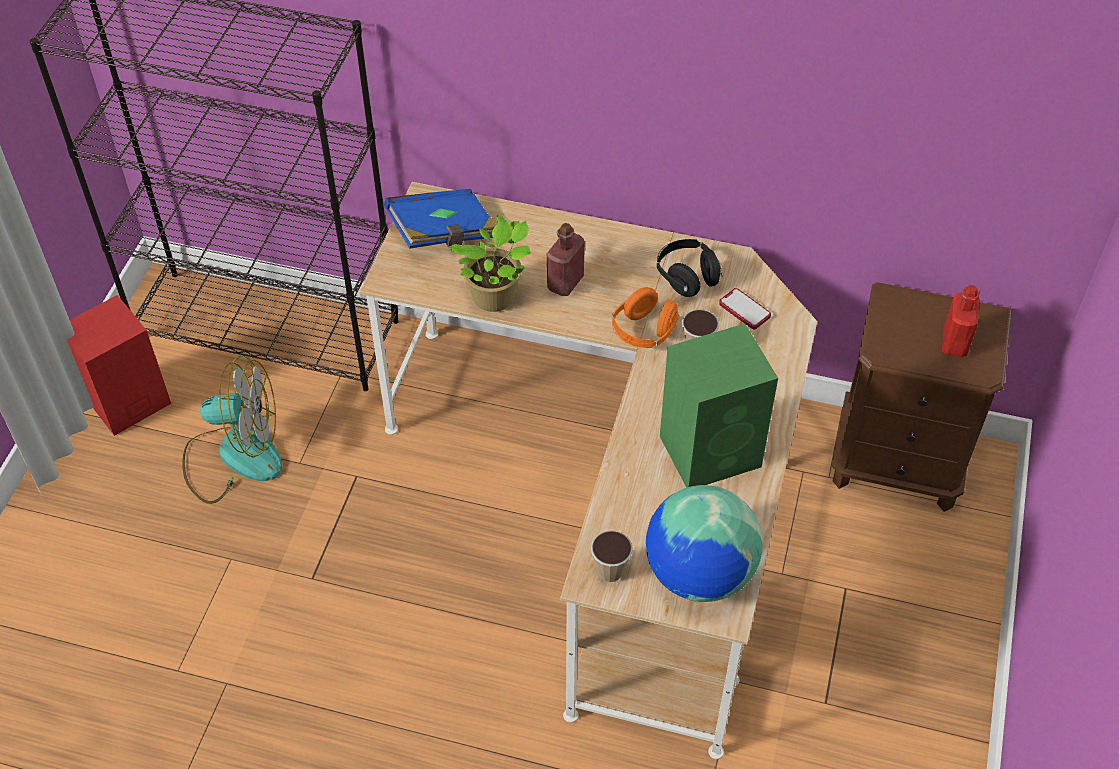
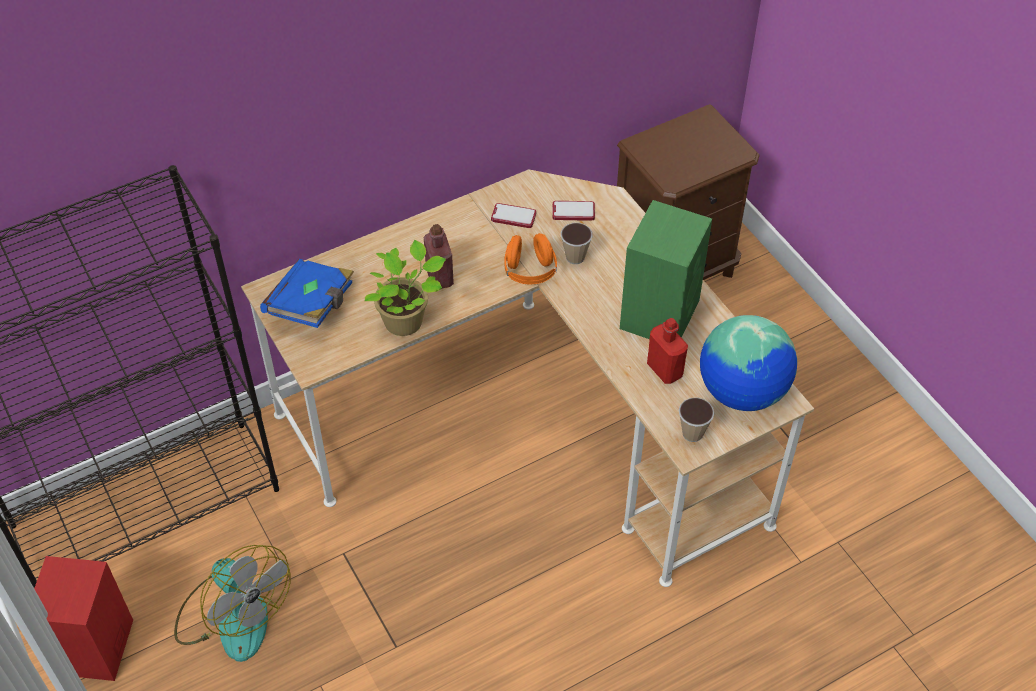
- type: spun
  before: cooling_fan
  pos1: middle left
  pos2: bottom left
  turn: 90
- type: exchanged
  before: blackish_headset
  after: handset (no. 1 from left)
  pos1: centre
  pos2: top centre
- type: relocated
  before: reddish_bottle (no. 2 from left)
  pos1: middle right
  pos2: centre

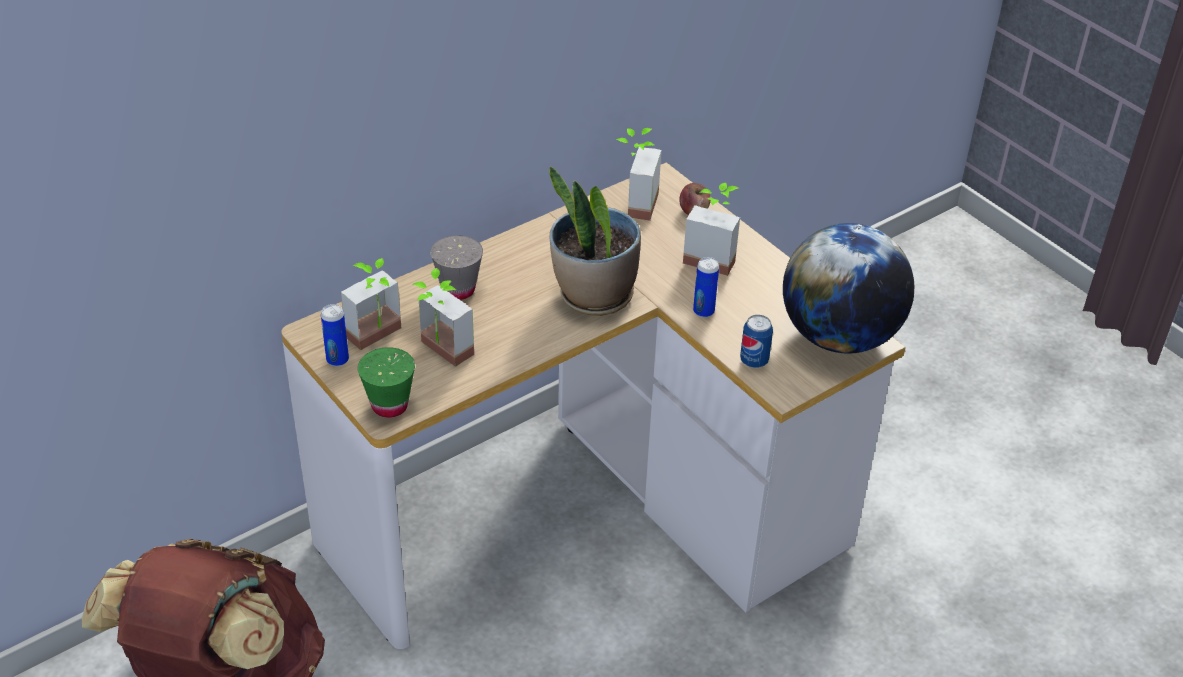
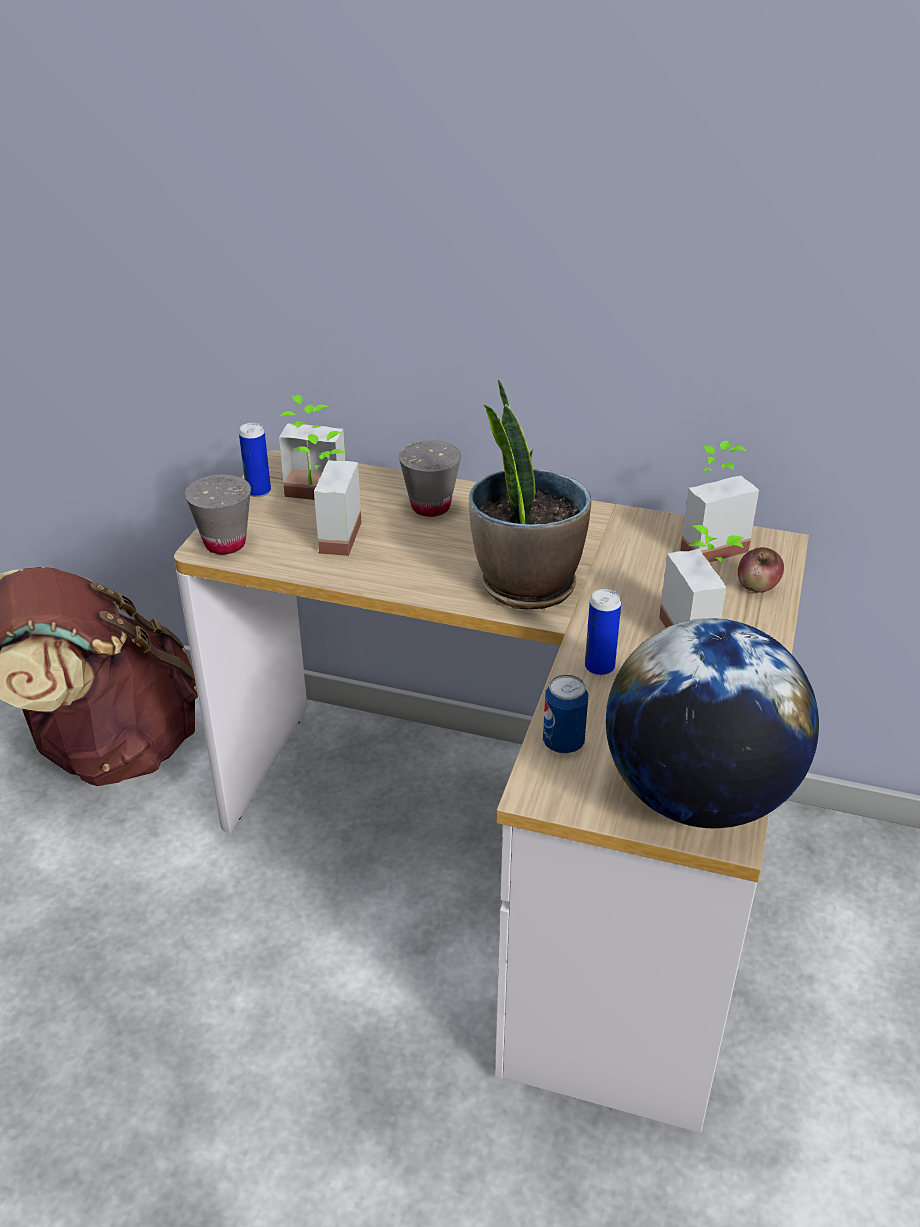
- type: colour
  before: green_drinking_cup
  after: grey_drinking_cup (no. 1 from left)
  pos1: middle left
  pos2: middle left

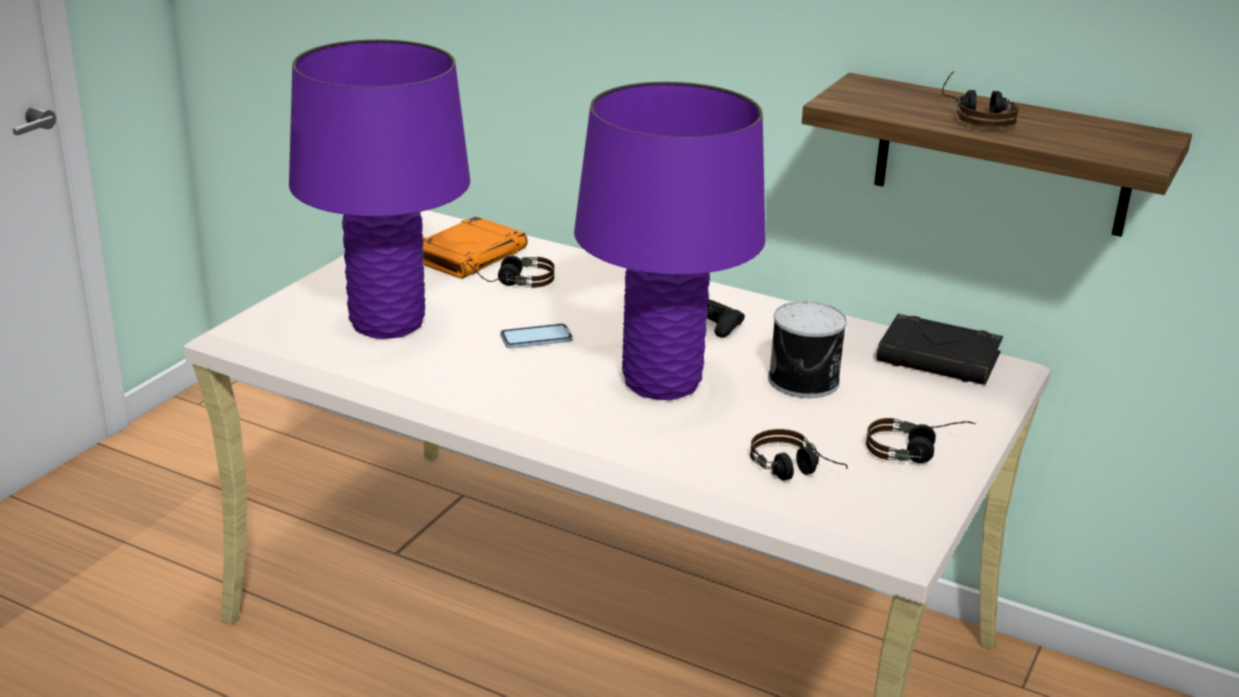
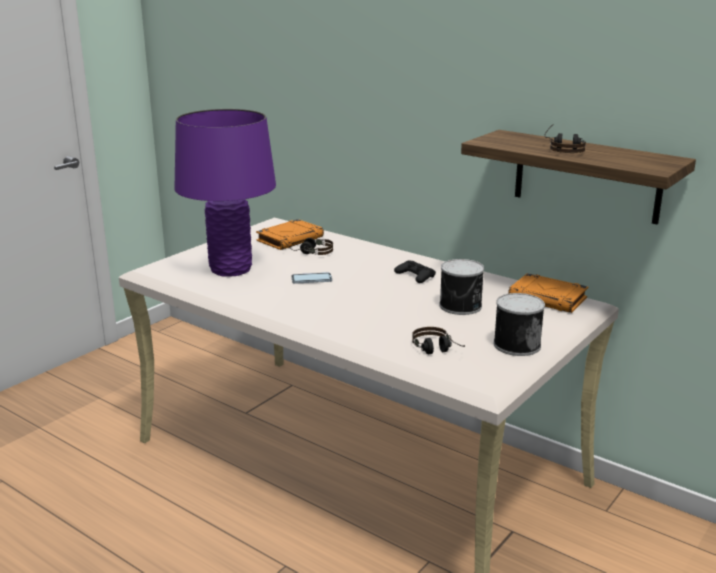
- type: exchanged
  before: headset (no. 3 from left)
  after: sealed_can (no. 2 from left)
  pos1: middle right
  pos2: middle right
- type: colour
  before: blackish_volume
  after: orangey_volume (no. 2 from left)
  pos1: middle right
  pos2: middle right
- type: missing
  before: purple-coloured_table_lamp (no. 2 from left)
  pos1: centre

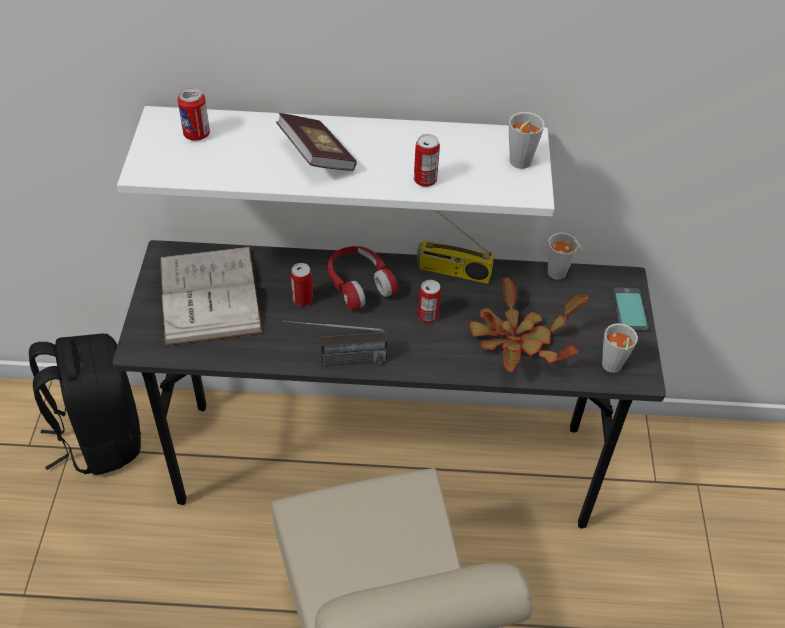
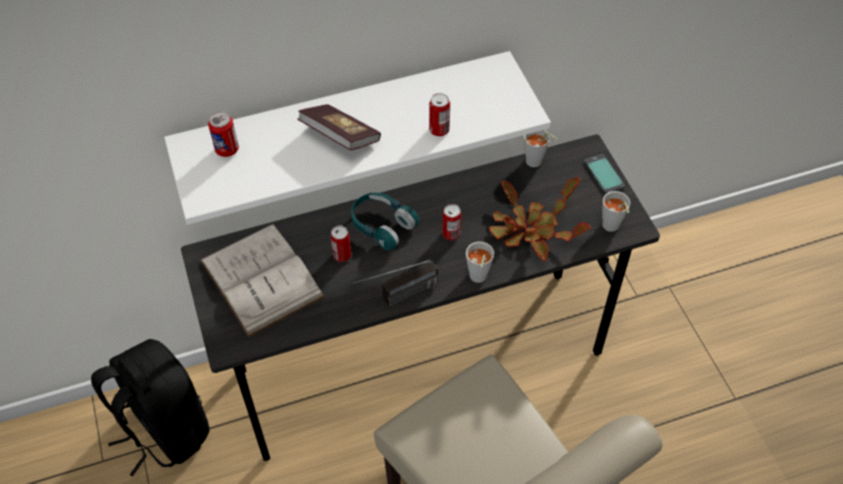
- type: colour
  before: reddish_headset
  after: blue-green_headset
  pos1: centre
  pos2: centre
- type: relocated
  before: grey_drinking_cup (no. 1 from left)
  pos1: top right
  pos2: centre
- type: missing
  before: radio_receiver (no. 2 from left)
  pos1: centre

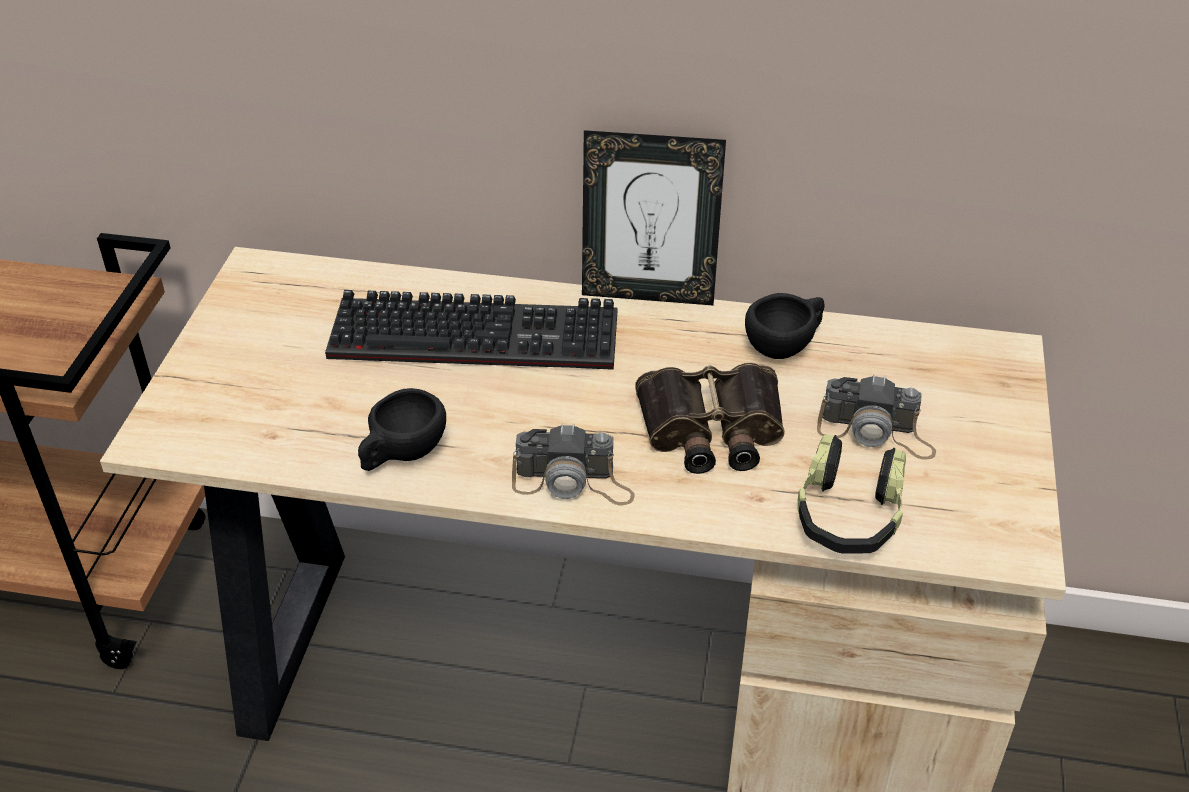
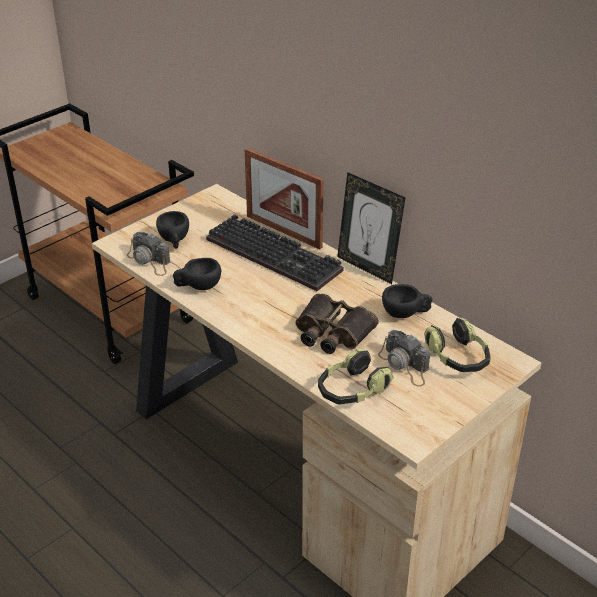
- type: relocated
  before: still_camera (no. 1 from left)
  pos1: centre
  pos2: middle left
- type: appeared
  after: blackish_drinking_cup (no. 1 from left)
  pos2: middle left
- type: appeared
  after: standing_frame (no. 1 from left)
  pos2: top centre
- type: appeared
  after: headset (no. 2 from left)
  pos2: middle right

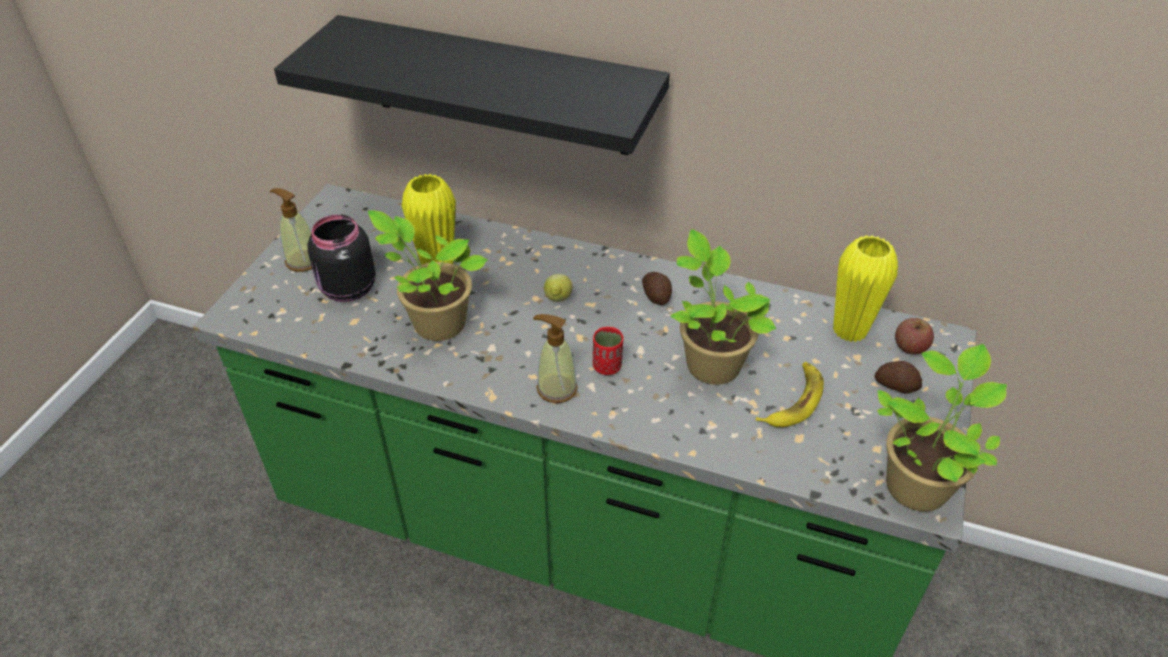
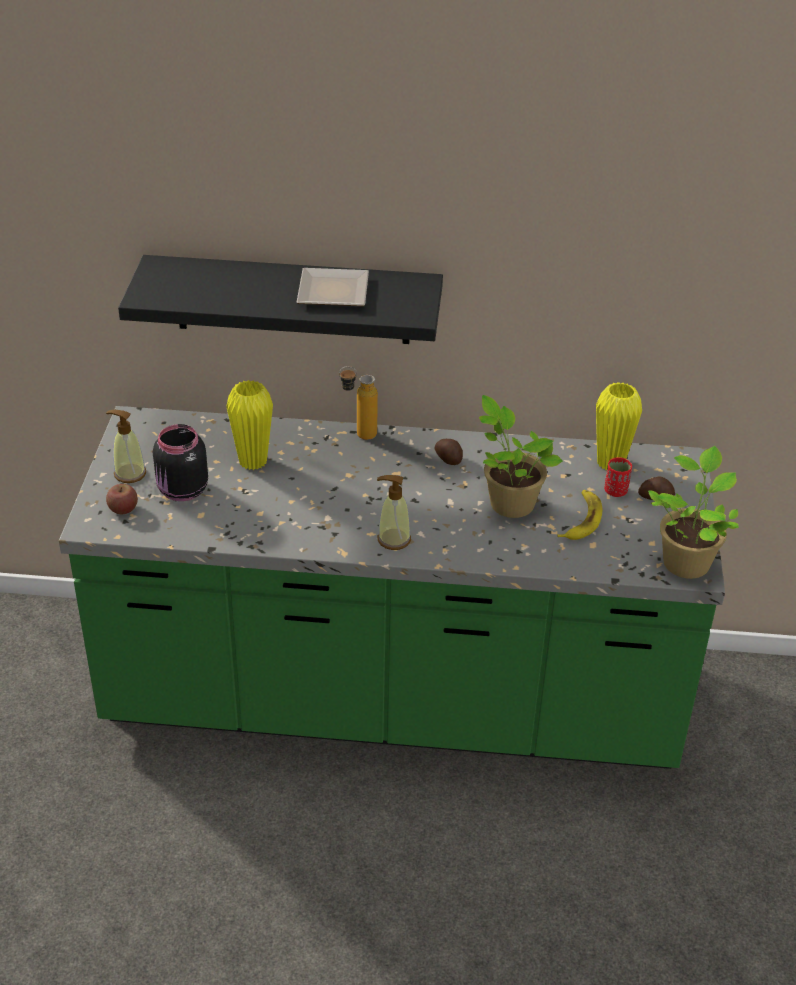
- type: relocated
  before: apple_fruit
  pos1: middle right
  pos2: middle left
- type: appeared
  after: flat_dish
  pos2: top centre
- type: appeared
  after: bottle
  pos2: centre
- type: relocated
  before: reddish_drinking_cup
  pos1: centre
  pos2: middle right
- type: missing
  before: plant_in_a_pot (no. 1 from left)
  pos1: centre
- type: missing
  before: citrus_fruit
  pos1: centre

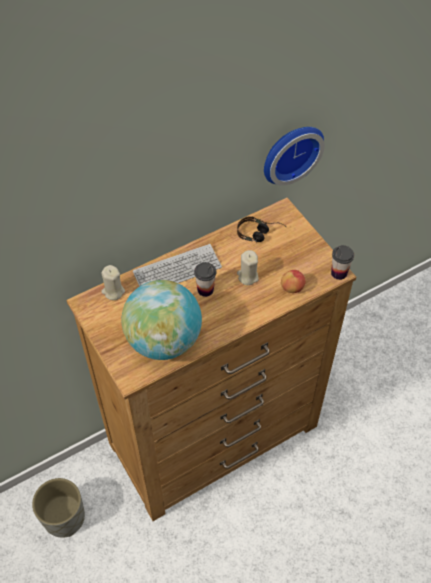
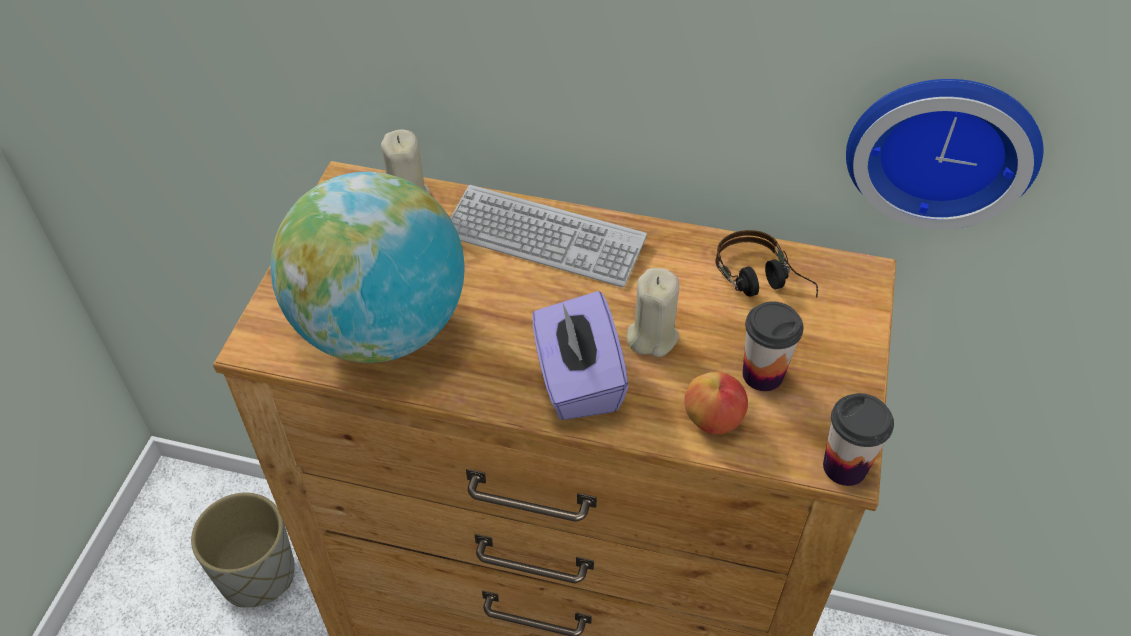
- type: appeared
  after: purple-coloured_box_of_tissues
  pos2: centre
- type: relocated
  before: drinking_cup (no. 1 from left)
  pos1: centre
  pos2: middle right

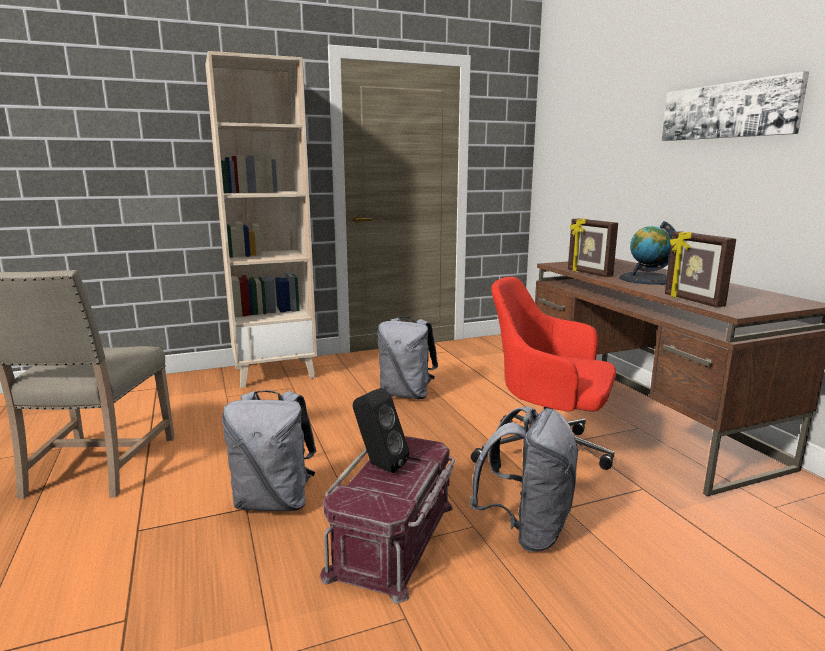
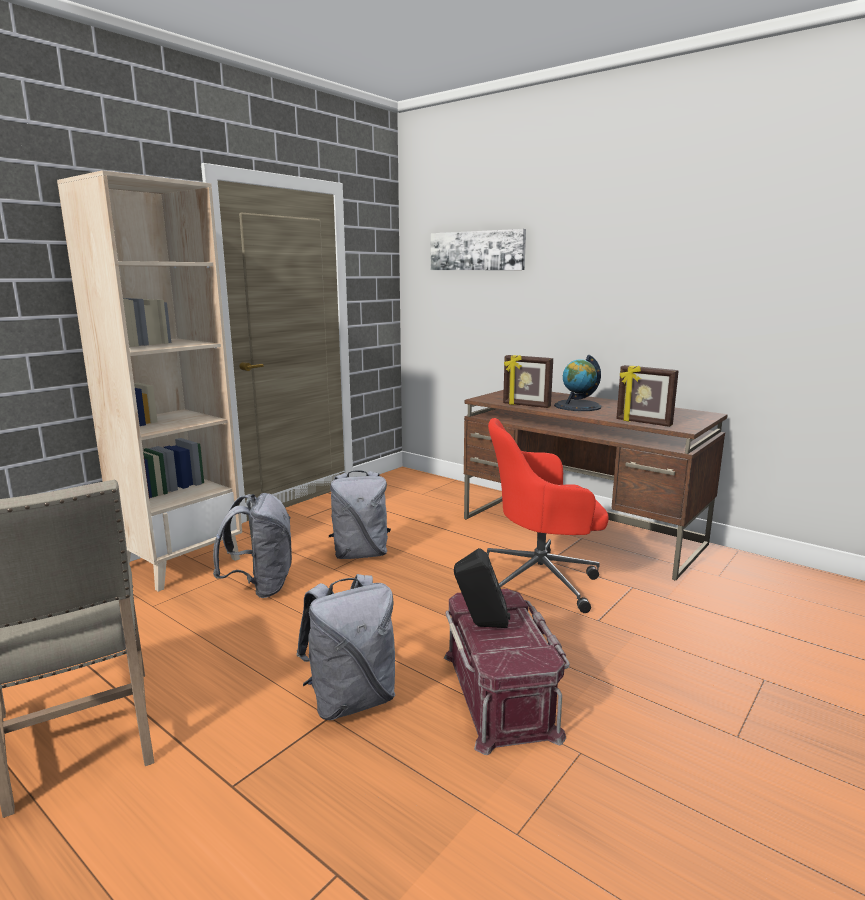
- type: relocated
  before: grey_knapsack (no. 3 from left in the first image)
  after: grey_knapsack (no. 1 from left)
  pos1: bottom centre
  pos2: middle left
- type: relocated
  before: wall_art
  pos1: top right
  pos2: top centre

